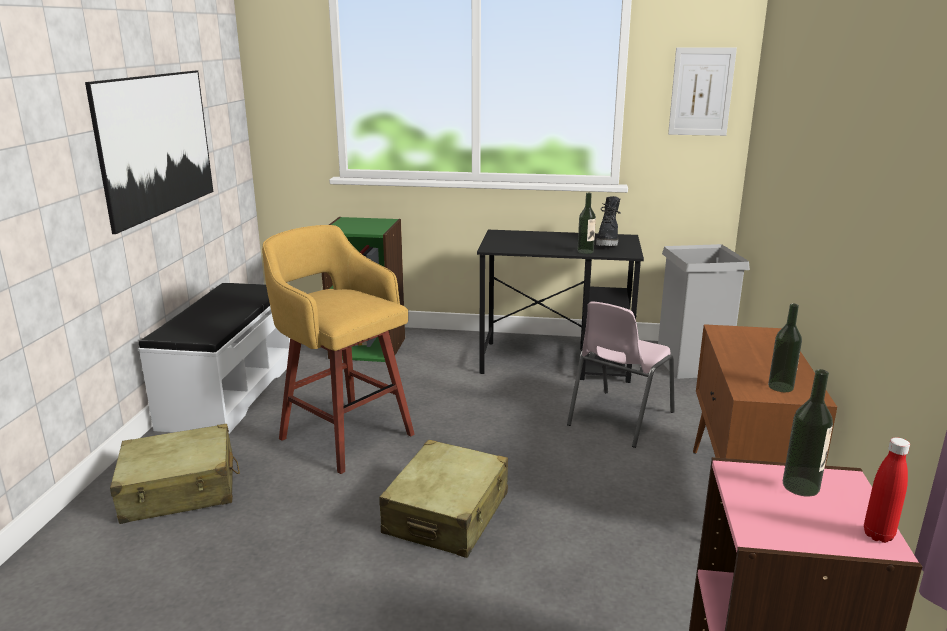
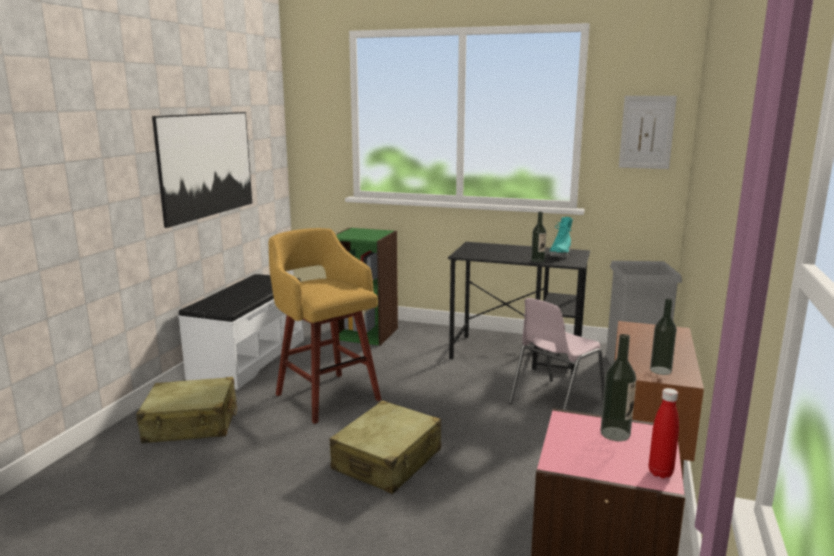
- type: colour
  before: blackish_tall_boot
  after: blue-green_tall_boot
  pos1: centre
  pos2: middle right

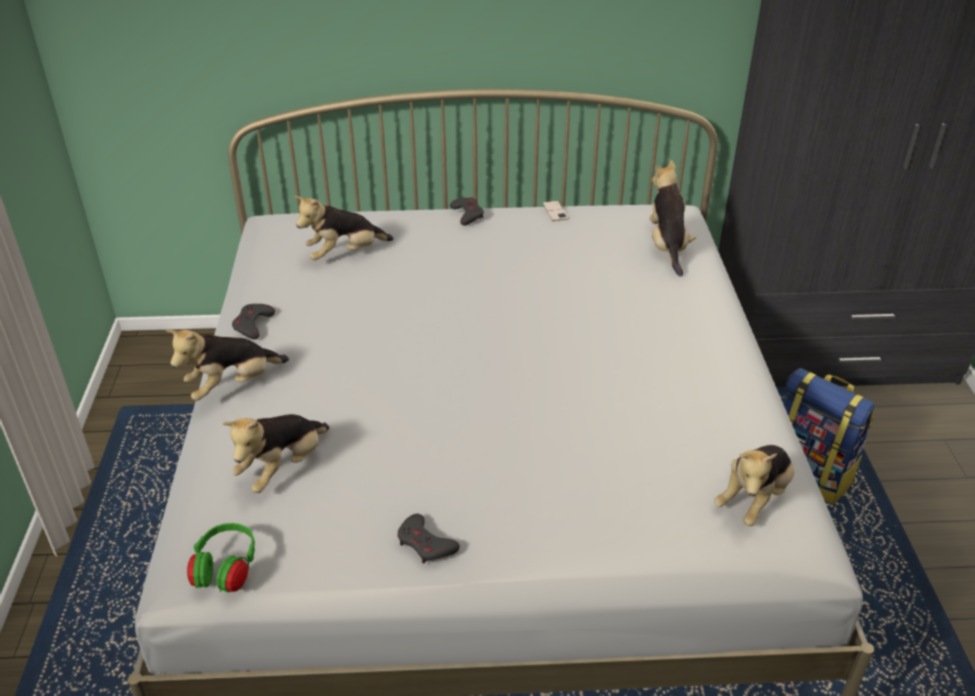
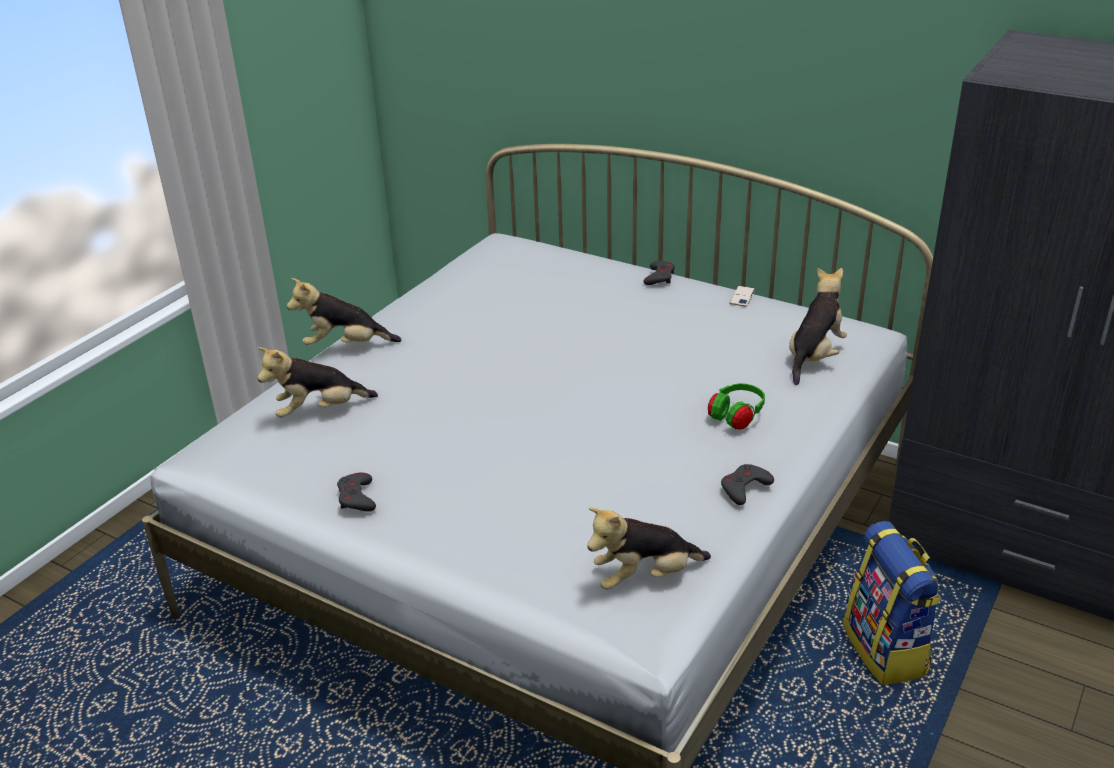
- type: relocated
  before: green_headset
  pos1: bottom left
  pos2: centre
- type: relocated
  before: grey_gamepad (no. 1 from left in the first image)
  after: grey_gamepad (no. 3 from left)
  pos1: middle left
  pos2: middle right
- type: missing
  before: cuddly_toy (no. 3 from left)
  pos1: top centre

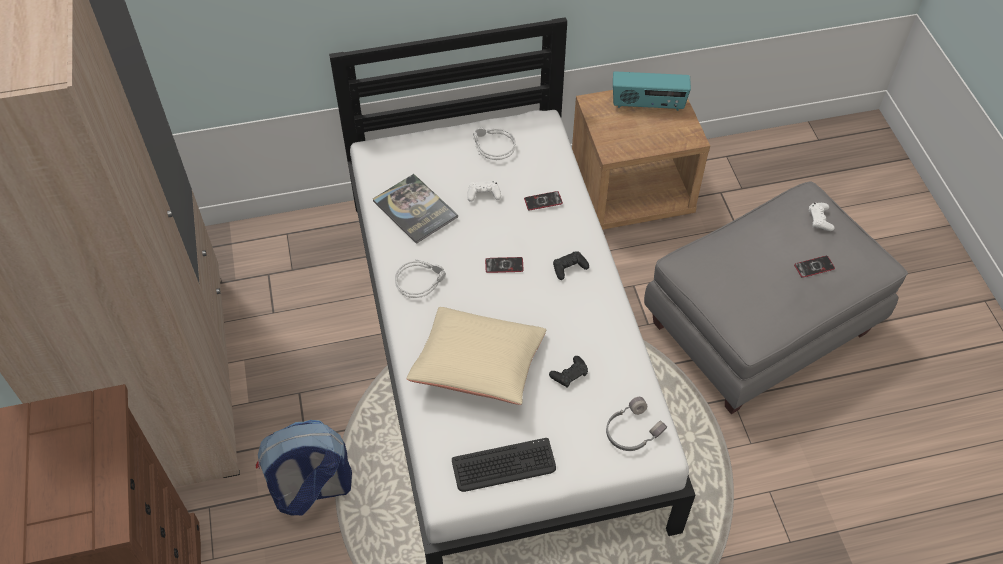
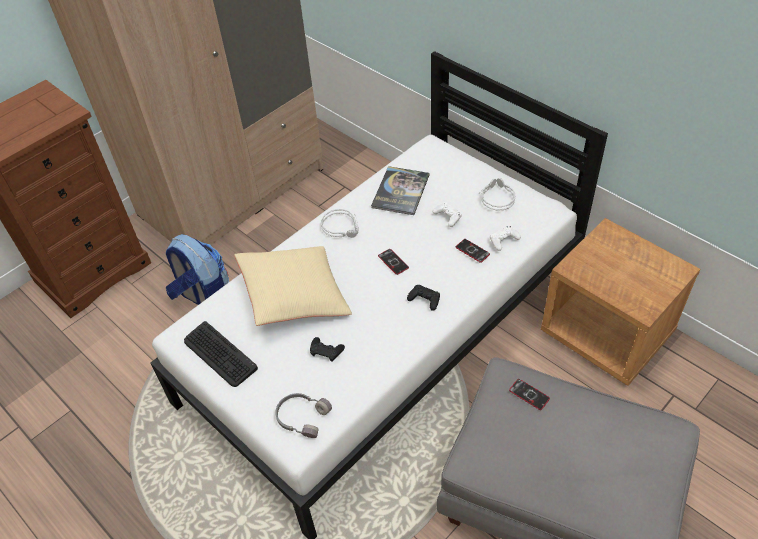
- type: relocated
  before: whitish_gamepad (no. 2 from left)
  pos1: middle right
  pos2: centre
- type: relocated
  before: handset (no. 3 from left)
  pos1: middle right
  pos2: bottom right
- type: missing
  before: radio_receiver
  pos1: top centre

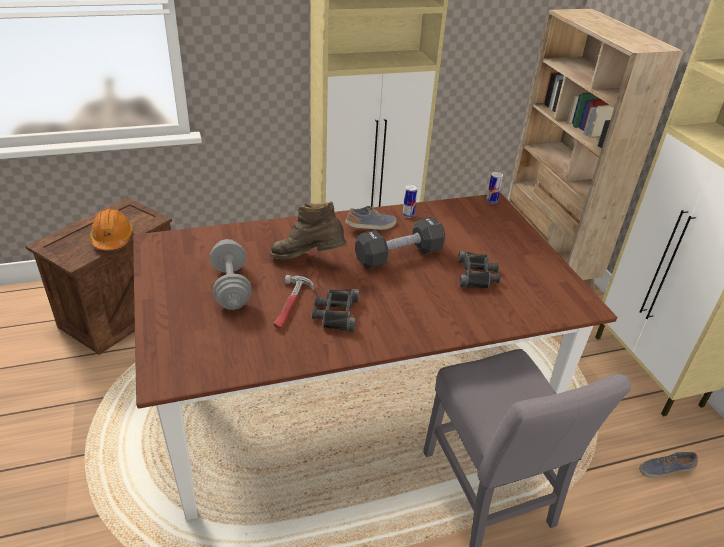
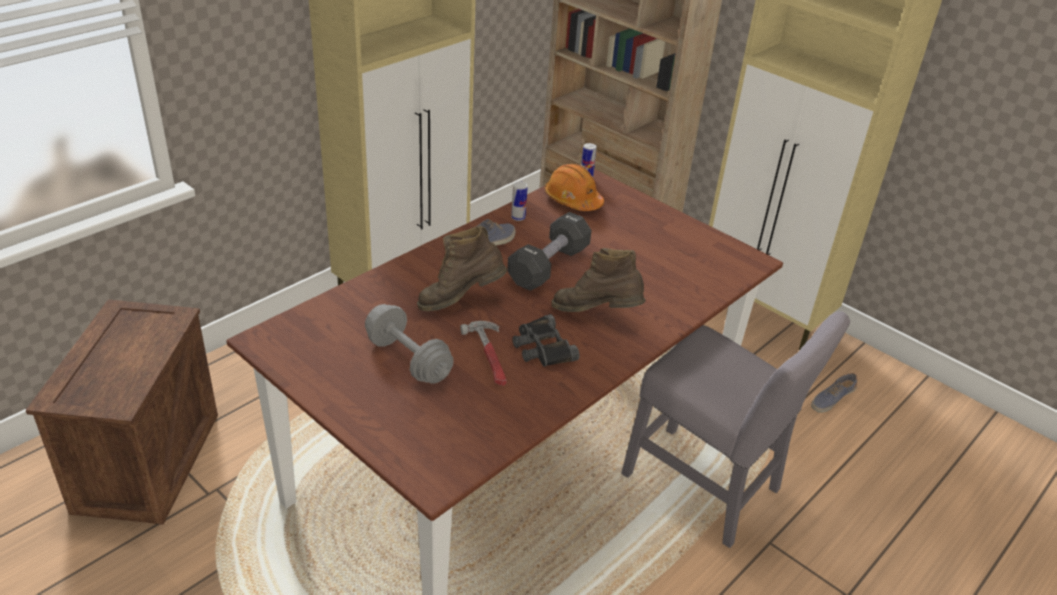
- type: relocated
  before: orangey_safety_helmet
  pos1: middle left
  pos2: top centre
- type: appeared
  after: brownish_tall_boot (no. 2 from left)
  pos2: centre
- type: missing
  before: blackish_binoculars (no. 2 from left)
  pos1: centre

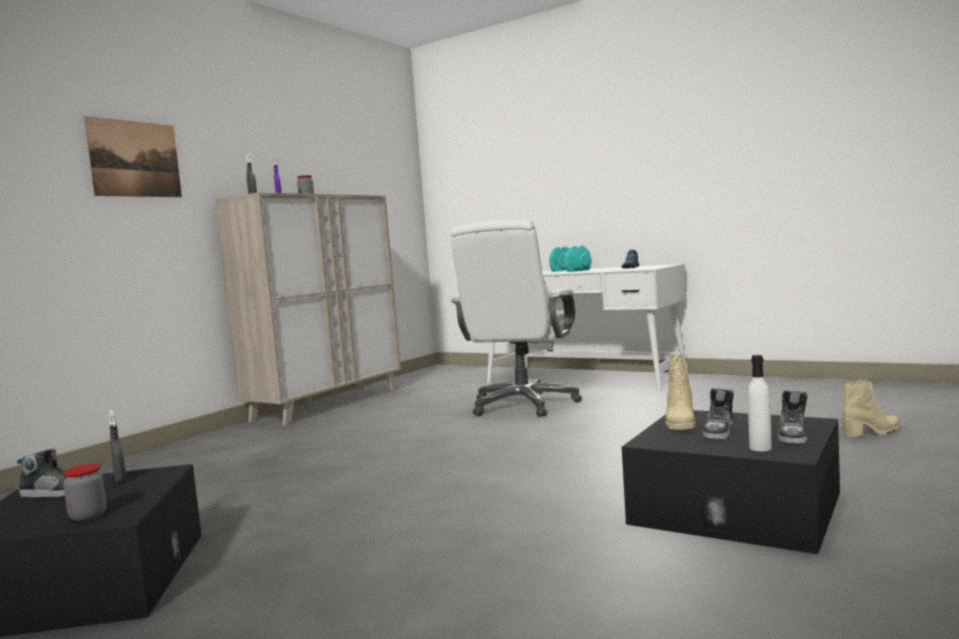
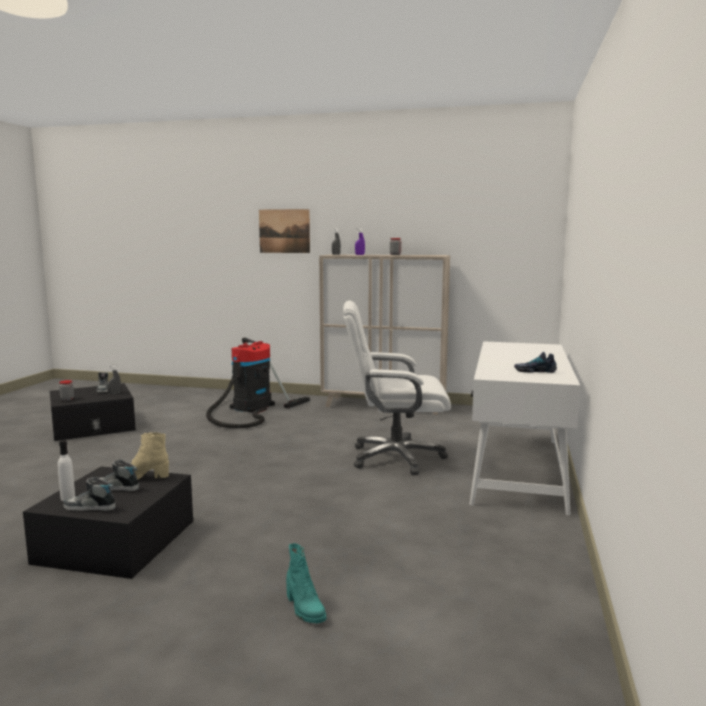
- type: appeared
  after: vacuum
  pos2: centre
- type: colour
  before: beige-coloured_tall_boot (no. 2 from left)
  after: blue-green_tall_boot
  pos1: middle right
  pos2: bottom centre
- type: missing
  before: blue-green_dumbbell
  pos1: centre

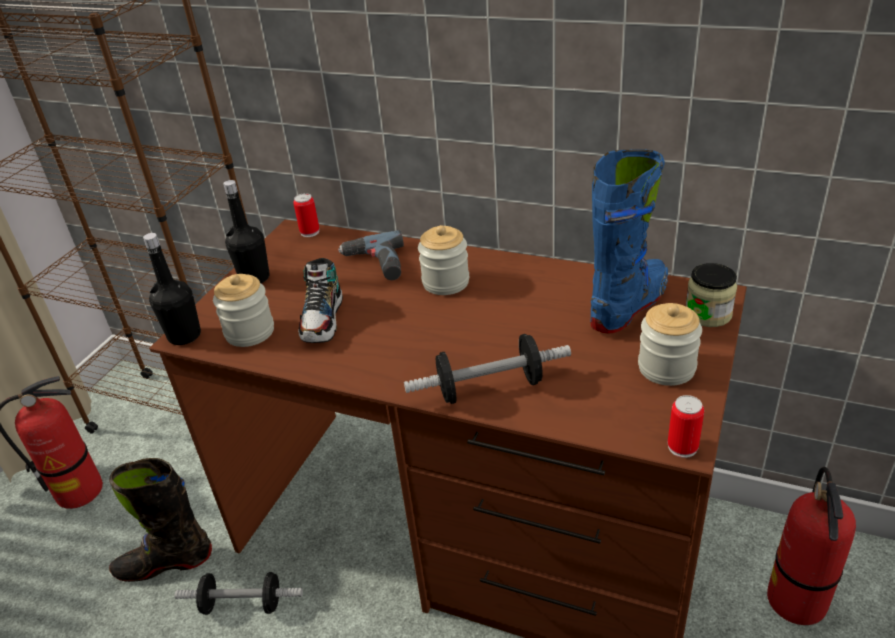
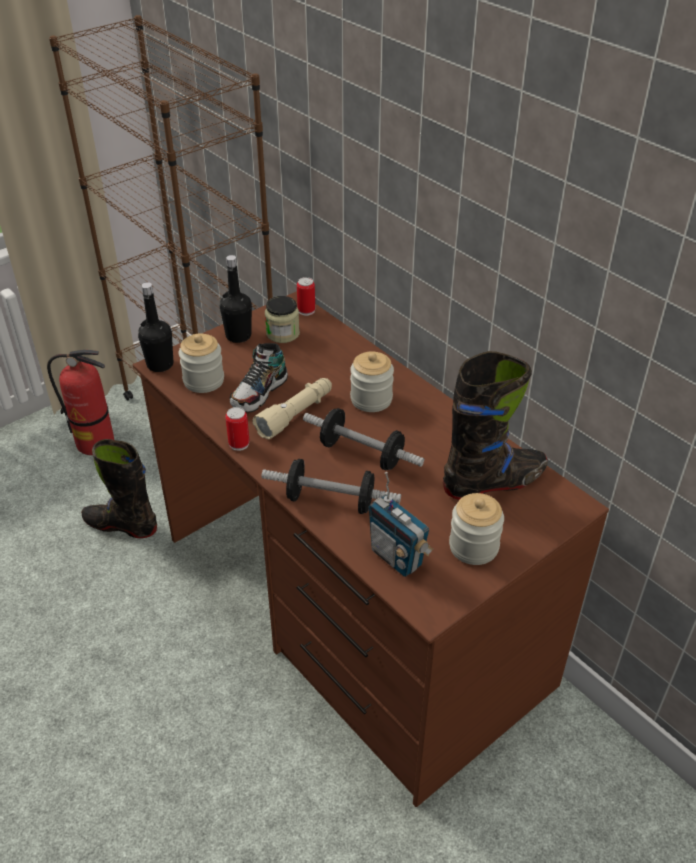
- type: relocated
  before: sealed_can (no. 2 from left in the first image)
  after: sealed_can (no. 1 from left)
  pos1: bottom right
  pos2: centre
- type: appeared
  after: beige-coloured_torch
  pos2: centre
- type: relocated
  before: jar (no. 4 from left in the first image)
  after: jar (no. 2 from left)
  pos1: middle right
  pos2: centre
- type: relocated
  before: dumbbell (no. 1 from left in the first image)
  after: dumbbell (no. 2 from left)
  pos1: bottom left
  pos2: centre
- type: appeared
  after: radio_receiver
  pos2: centre
- type: colour
  before: blue_tall_boot
  after: blackish_tall_boot (no. 2 from left)
  pos1: middle right
  pos2: middle right
- type: missing
  before: power_drill
  pos1: centre
- type: missing
  before: fire_extinguisher (no. 2 from left)
  pos1: bottom right

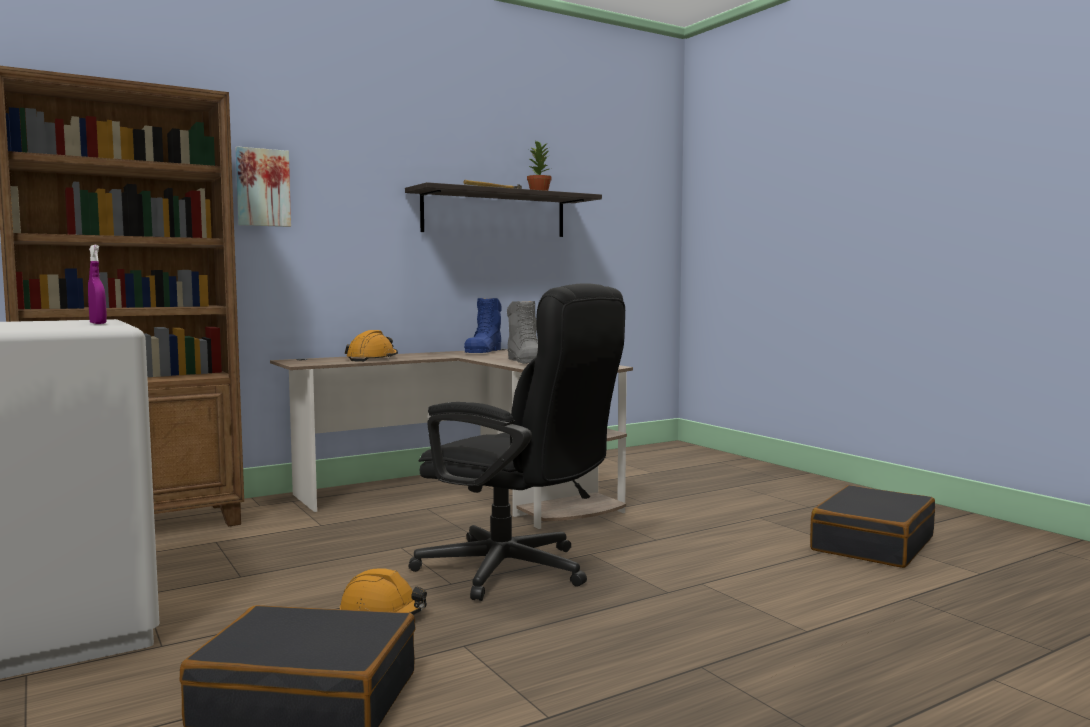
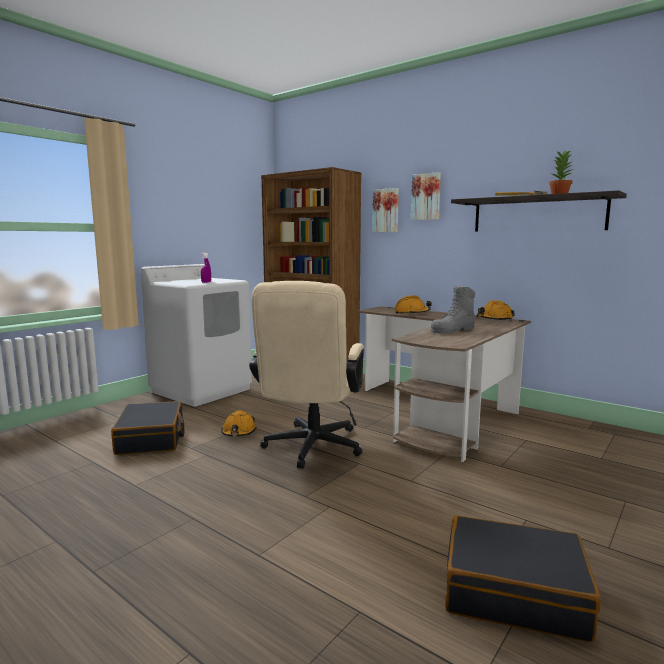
- type: colour
  before: blackish_desk_chair
  after: beige-coloured_desk_chair
  pos1: centre
  pos2: centre
- type: appeared
  after: wall_art (no. 2 from left)
  pos2: top centre
- type: exchanged
  before: blue_tall_boot
  after: orangey_safety_helmet (no. 3 from left)
  pos1: centre
  pos2: middle right

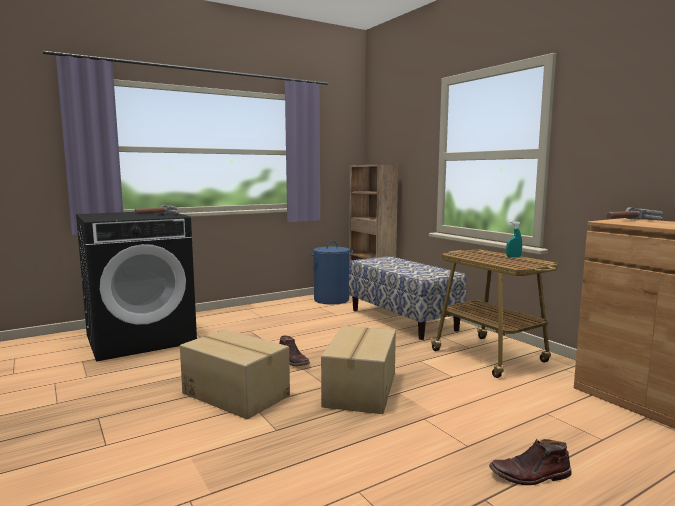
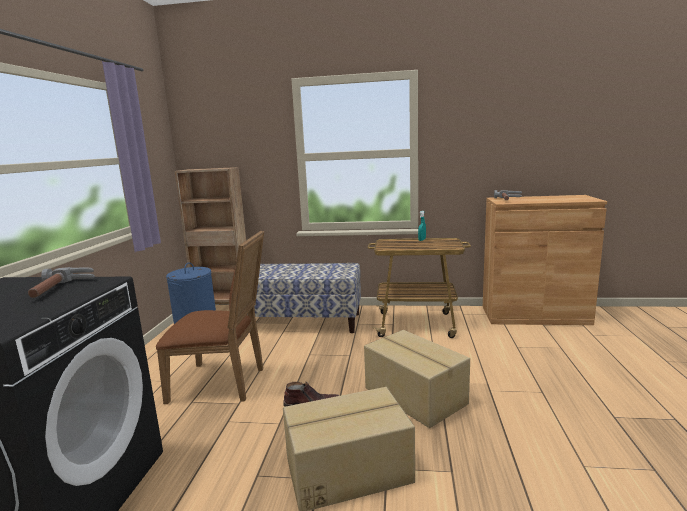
- type: appeared
  after: brownish_plain_chair
  pos2: middle left
- type: missing
  before: brownish_tall_boot (no. 2 from left)
  pos1: bottom right

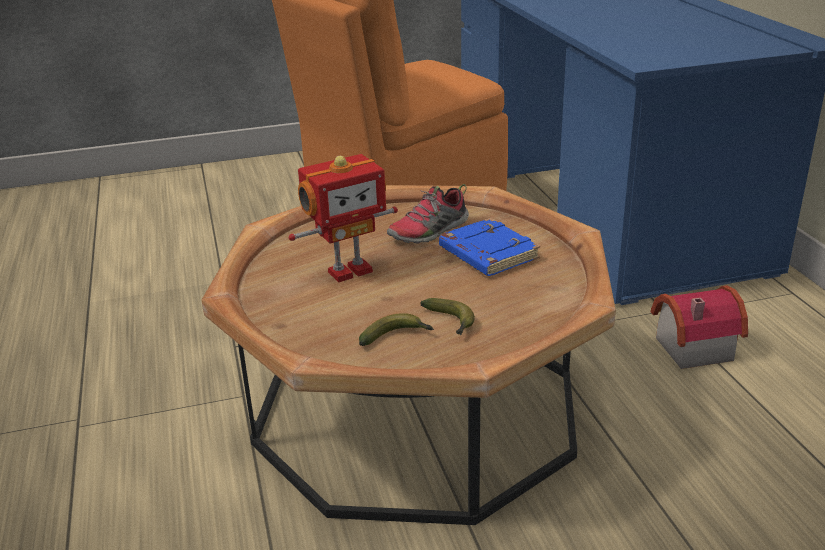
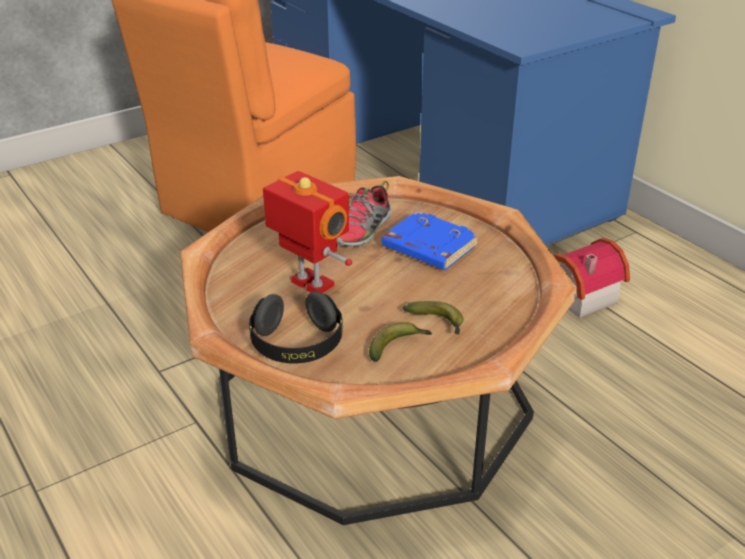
- type: appeared
  after: blackish_headset
  pos2: centre
- type: spun
  before: robot_figure
  pos1: centre
  pos2: centre
  turn: -90

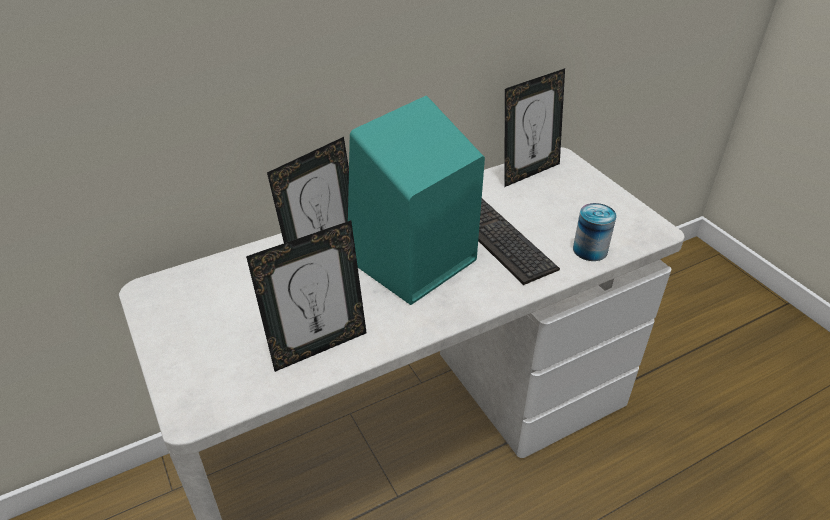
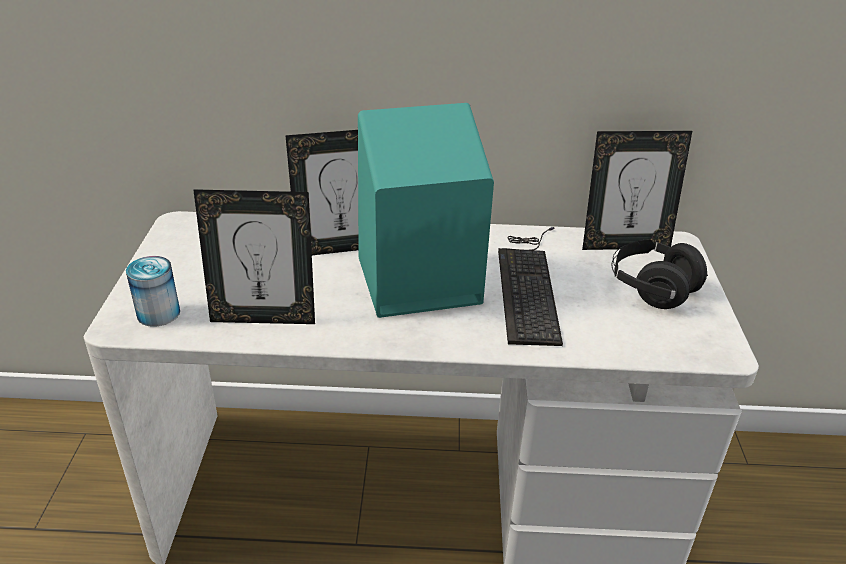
- type: relocated
  before: sealed_can
  pos1: middle right
  pos2: middle left
- type: appeared
  after: blackish_headset
  pos2: middle right

